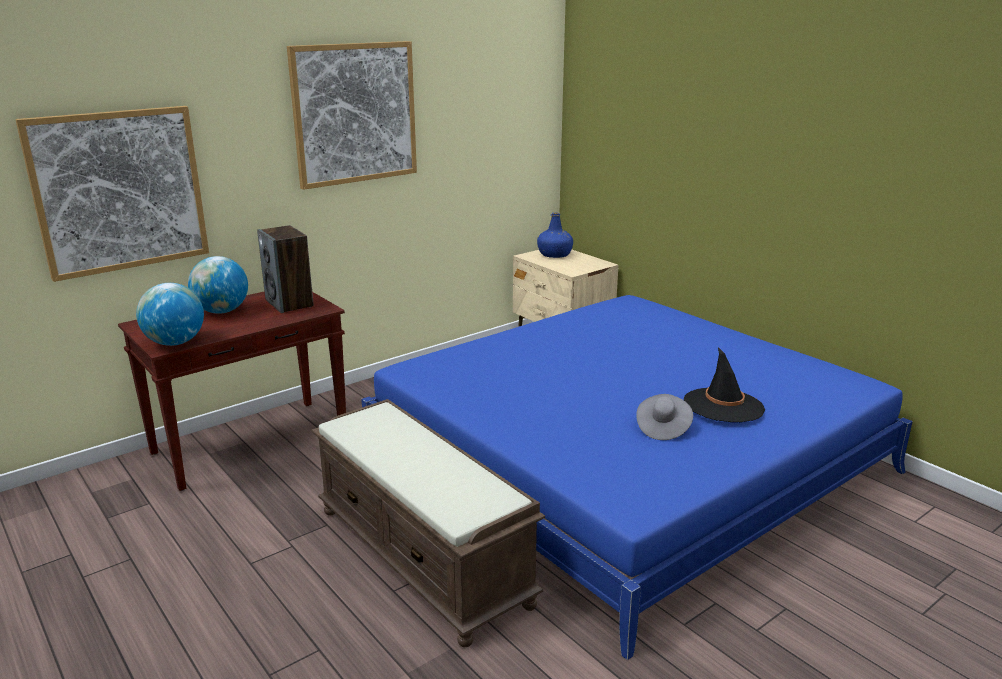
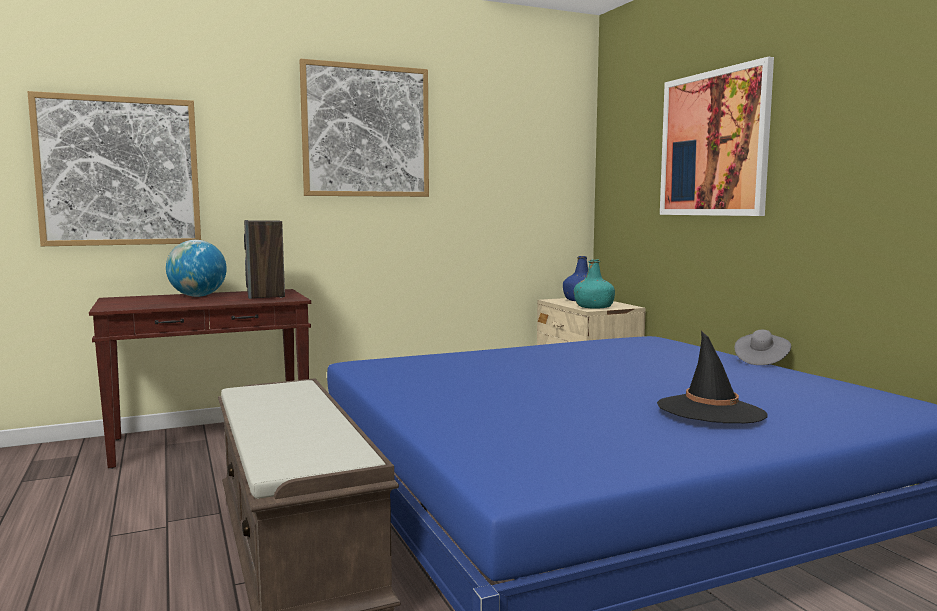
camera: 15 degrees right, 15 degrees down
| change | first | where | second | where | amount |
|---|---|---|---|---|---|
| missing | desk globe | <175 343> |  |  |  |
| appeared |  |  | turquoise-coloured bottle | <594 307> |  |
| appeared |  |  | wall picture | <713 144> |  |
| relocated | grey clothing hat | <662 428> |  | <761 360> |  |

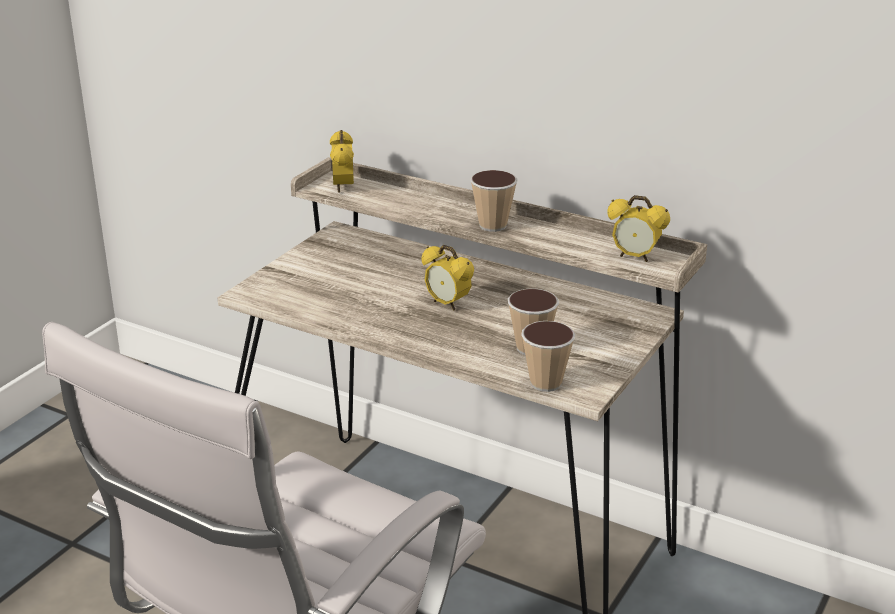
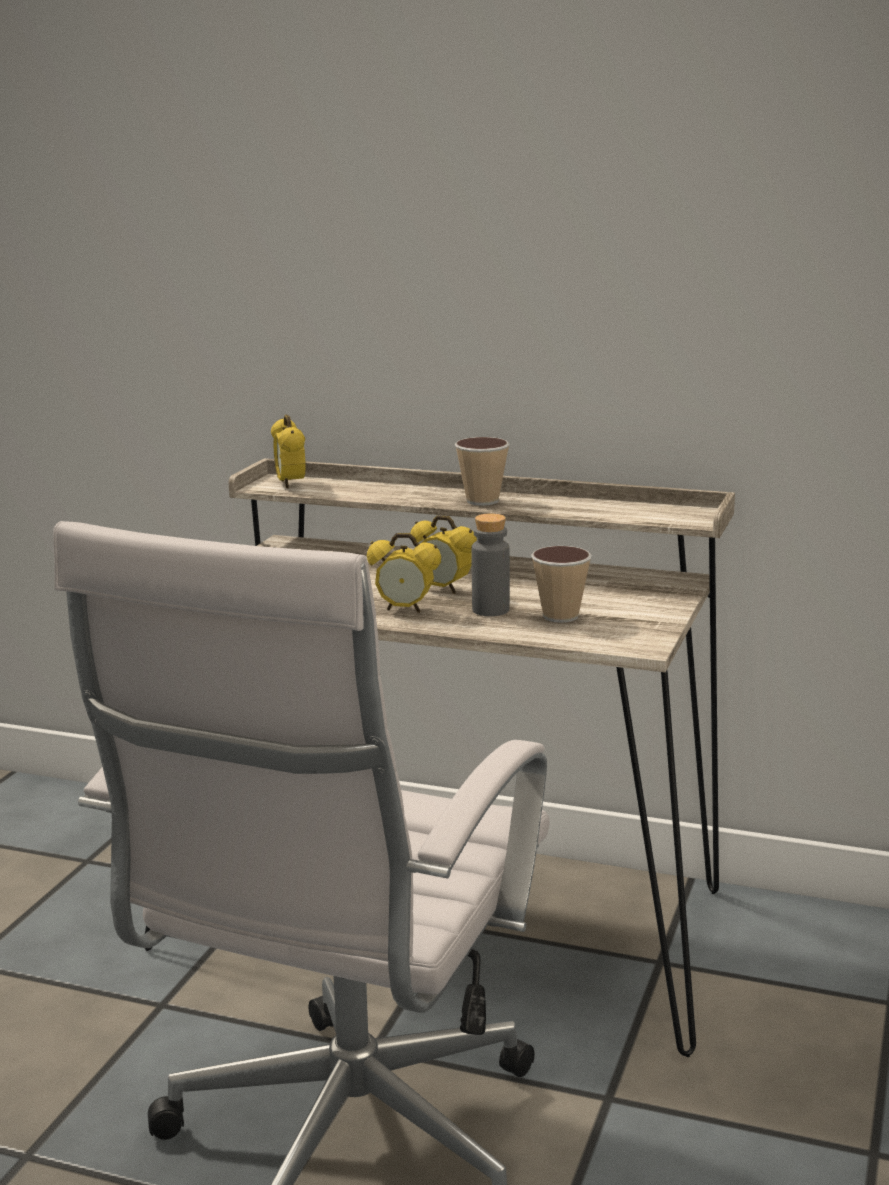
camera: 10 degrees left, 10 degrees down
| change | first | where | second | where | amount |
|---|---|---|---|---|---|
| missing | drinking cup | <546 383> |  |  |  |
| appeared |  |  | grey bottle | <490 610> |  |
| relocated | table clock | <635 257> |  | <405 609> |  |

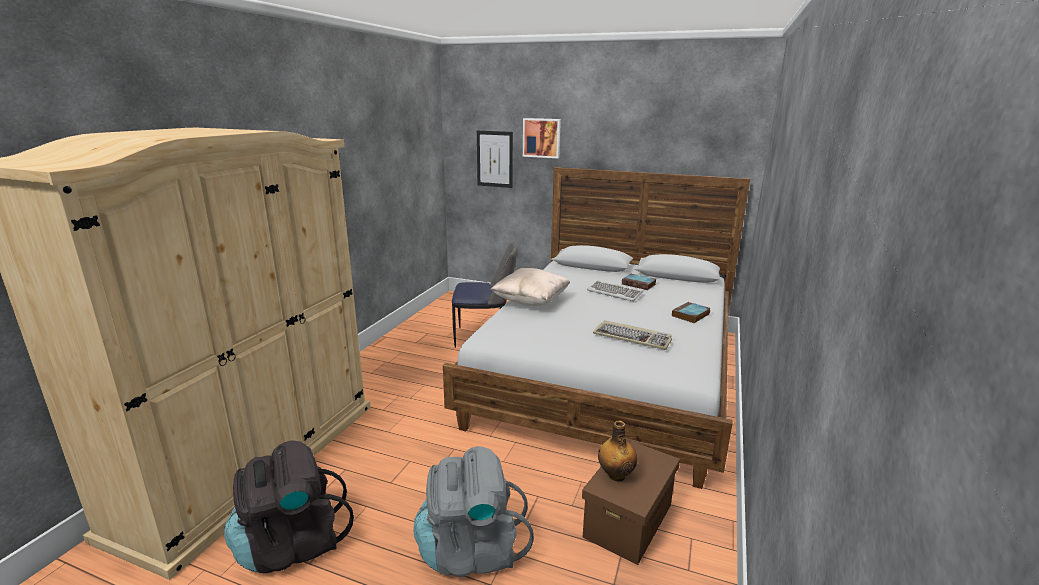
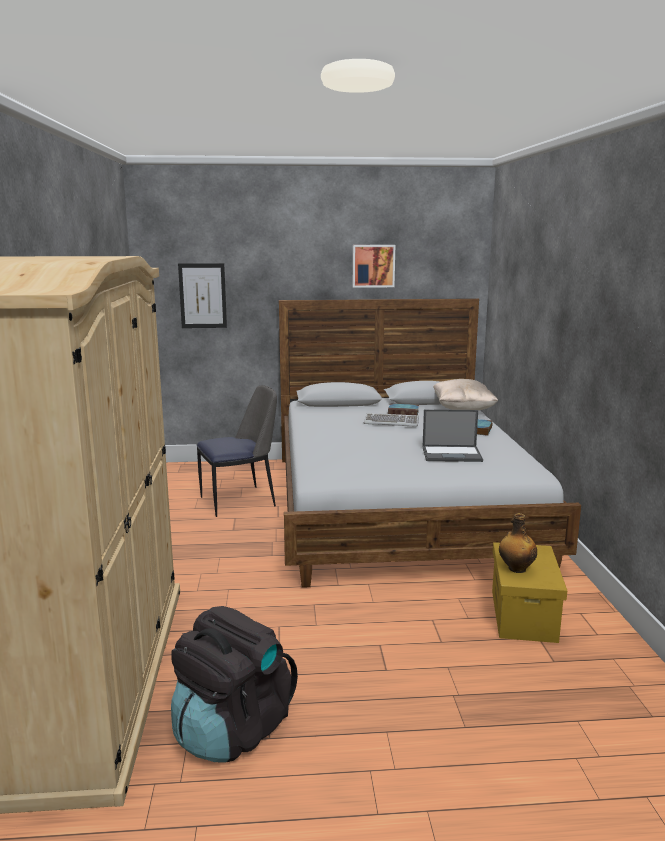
camera: 25 degrees left, 5 degrees down
| change | first | where | second | where | amount |
|---|---|---|---|---|---|
| missing | grey backpack | <471 551> |  |  |  |
| relocated | beige-coloured throw pillow | <531 302> |  | <463 410> |  |
| relocated | wall picture | <541 138> |  | <373 266> |  |
| exchanged | keyboard | <633 337> | laptop | <452 454> |  |
| colour | brown storage box | <628 520> | yellowish storage box | <522 615> |  |

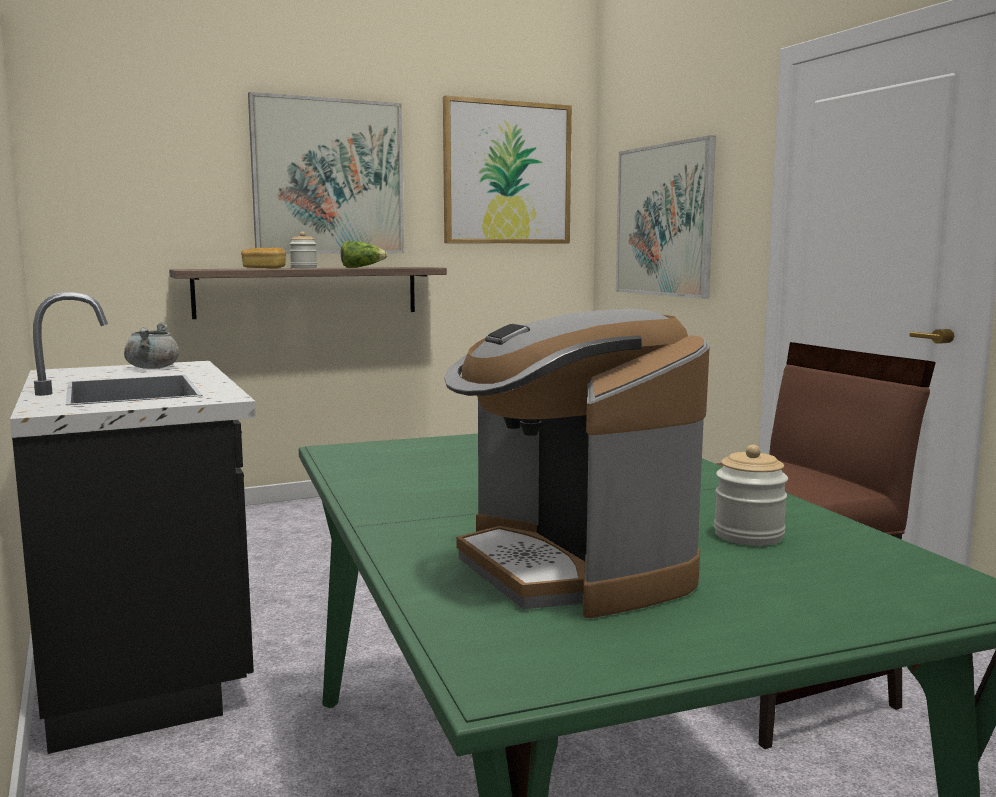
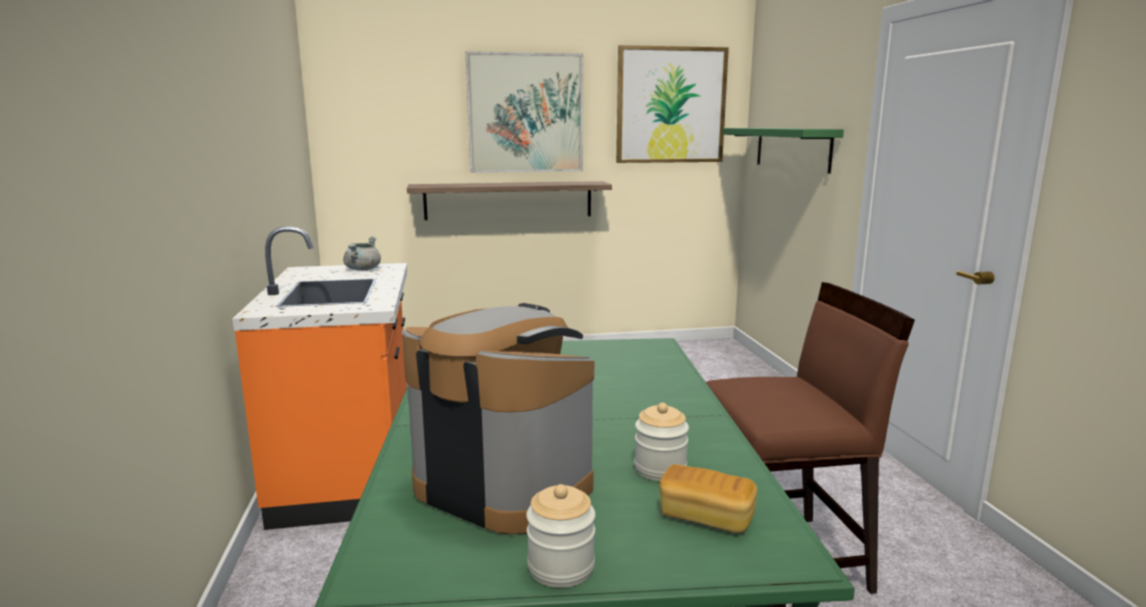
camera: 15 degrees right, 5 degrees up
| change | first | where | second | where | amount |
|---|---|---|---|---|---|
| missing | head of lettuce | <361 267> |  |  |  |
| relocated | bread | <264 268> |  | <706 517> |  |
| relocated | jar | <304 268> |  | <561 567> |  |
| exchanged | wall picture | <664 220> | green-coloured shelf | <792 148> |  |
| colour | black counter | <150 657> | orangey counter | <351 468> |  |
| spun | coffee maker | <573 568> |  | <504 484> | 135 degrees clockwise |

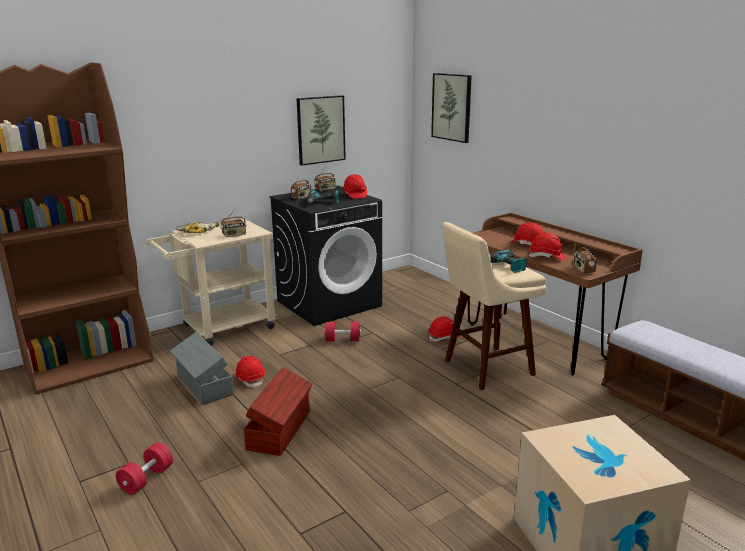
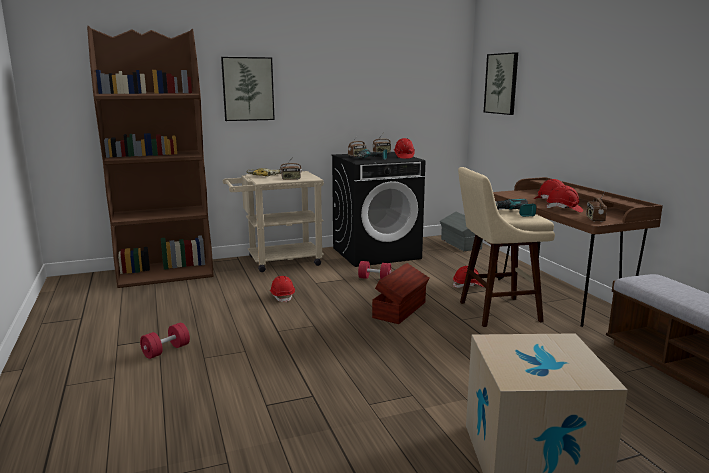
camera: 15 degrees right, 5 degrees down
| change | first | where | second | where | amount |
|---|---|---|---|---|---|
| relocated | grey storage box | <204 386> |  | <460 244> |  |
| relocated | brown storage box | <280 430> |  | <400 310> |  |
| relocated | wall picture | <320 129> |  | <248 89> |  |

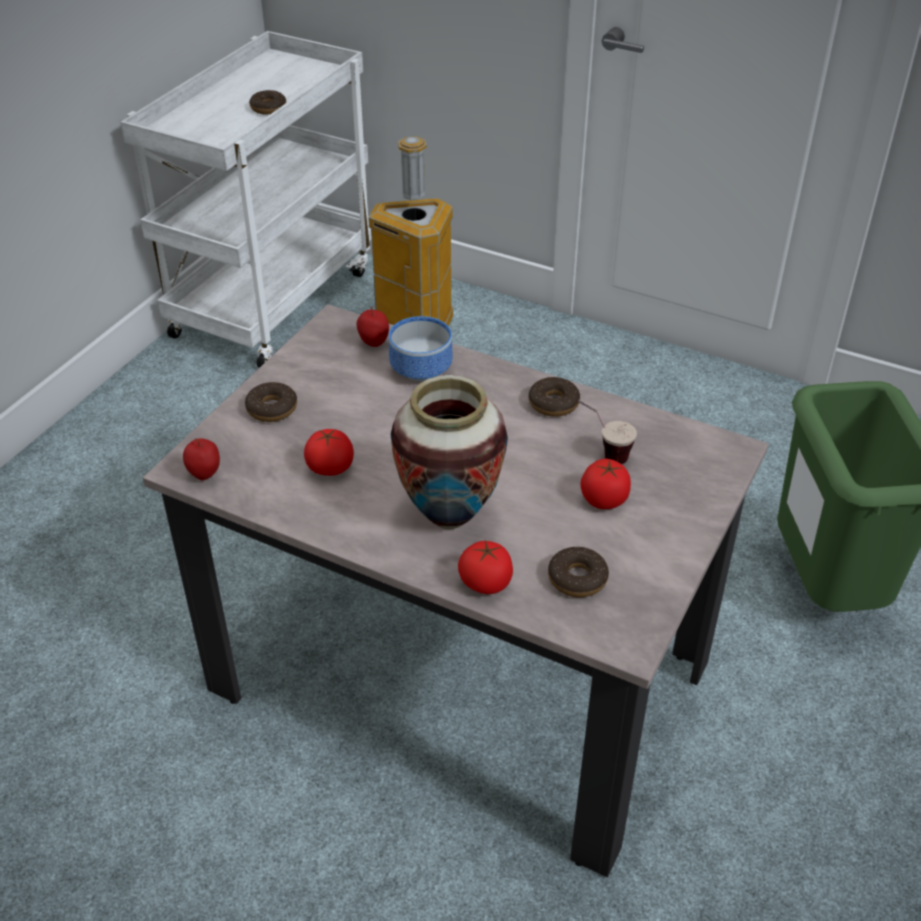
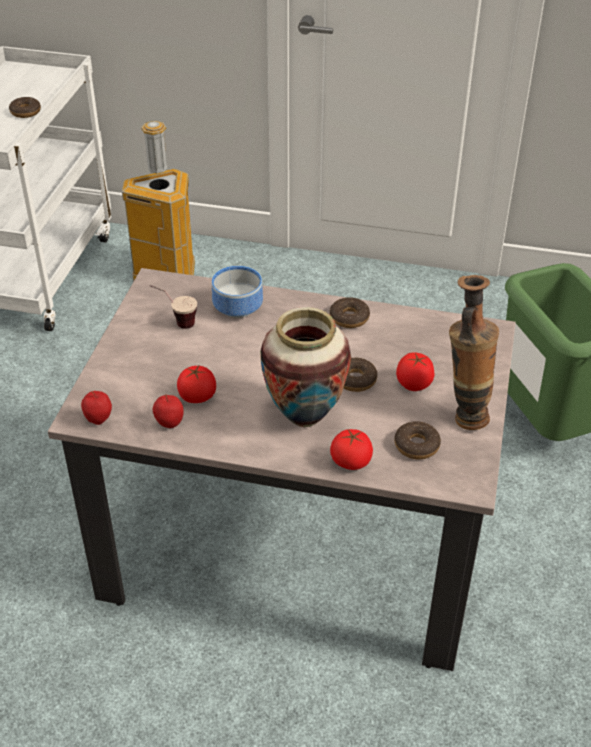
camera: 15 degrees left, 0 degrees up
| change | first | where | second | where | amount |
|---|---|---|---|---|---|
| appeared |  |  | decorative vase | <464 414> |  |
| relocated | doughnut | <272 408> |  | <355 380> |  |
| relocated | apple fruit | <374 343> |  | <169 424> |  |
| relocated | drinking cup | <603 453> |  | <175 322> |  |

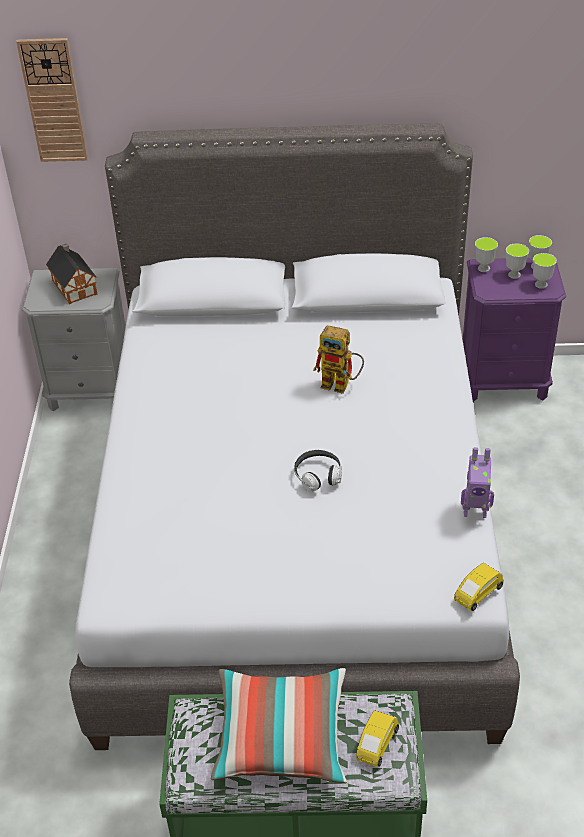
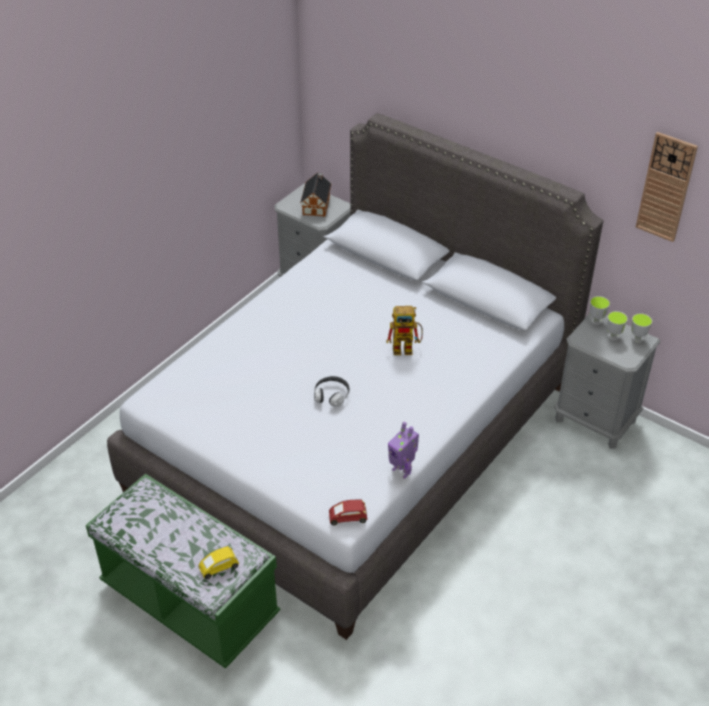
camera: 35 degrees right, 0 degrees up
| change | first | where | second | where | amount |
|---|---|---|---|---|---|
| missing | throw pillow | <281 736> |  |  |  |
| missing | drinking cup | <541 284> |  |  |  |
| relocated | clock on the wall | <53 101> |  | <666 187> |  |
| colour | yellowish model car | <477 593> | red model car | <348 518> |  |
| colour | purplish bedside table | <504 381> | grey bedside table | <595 420> |  |
| spun | robot figure | <341 385> |  | <407 348> | 60 degrees counterclockwise |

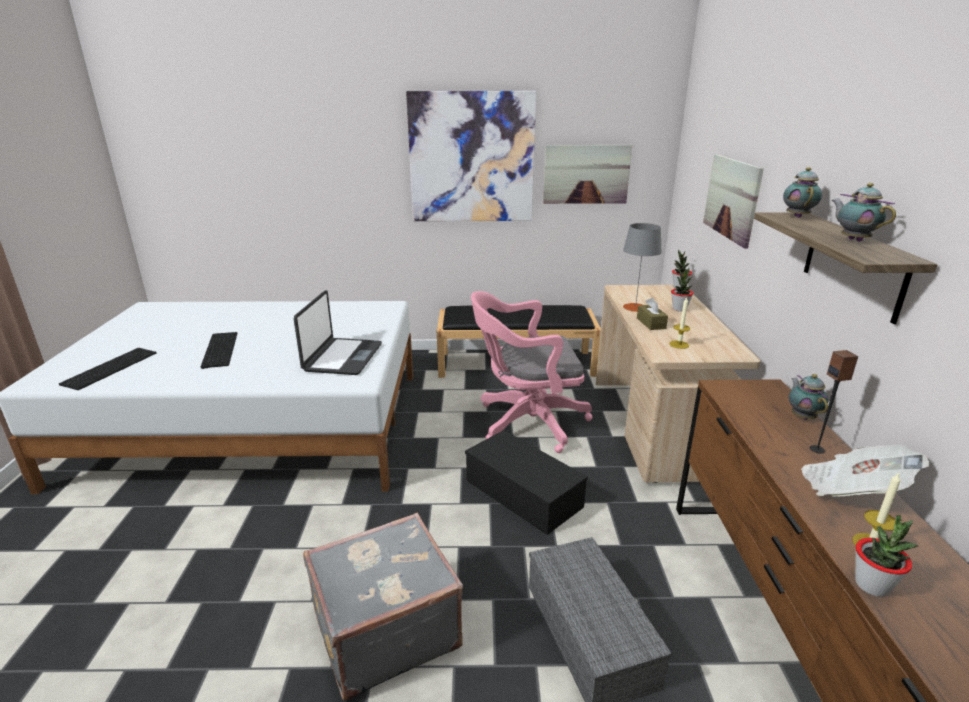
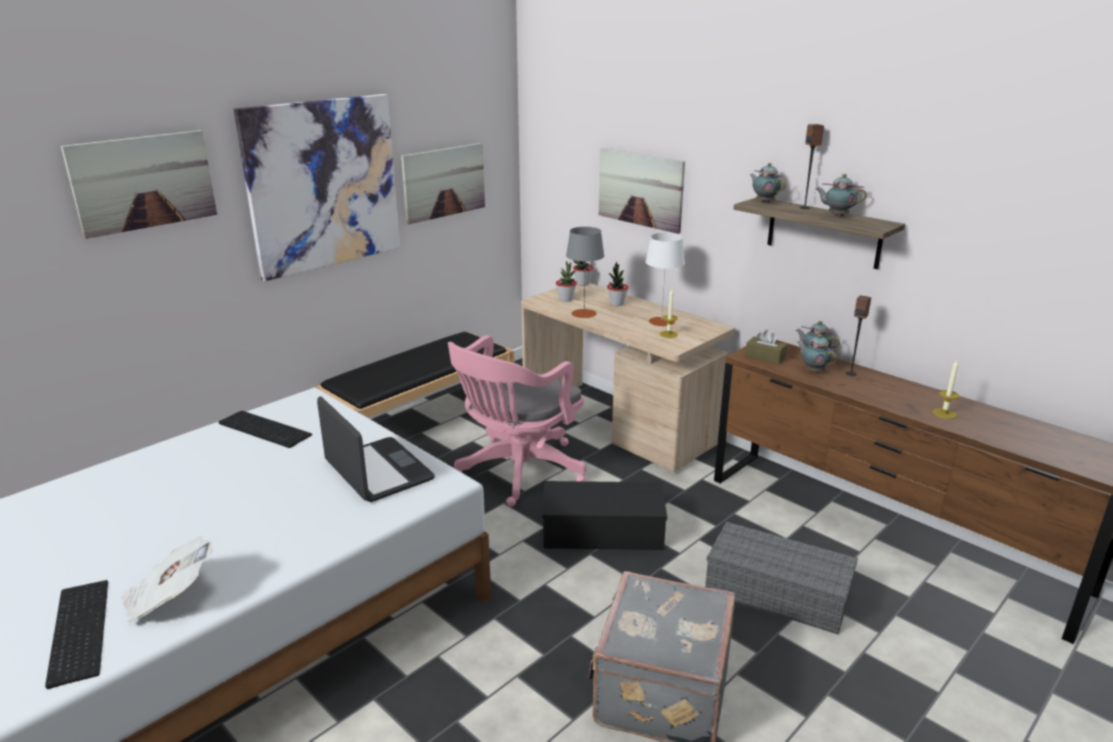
camera: 45 degrees left, 0 degrees up
| change | first | where | second | where | amount |
|---|---|---|---|---|---|
| appeared |  |  | wall picture | <143 182> |  |
| appeared |  |  | whitish table lamp | <661 321> |  |
| appeared |  |  | teapot | <813 370> |  |
| appeared |  |  | speaker | <805 208> |  |
| relocated | keyboard | <218 349> |  | <262 429> |  |
| relocated | brown box of tissues | <651 323> |  | <765 357> |  |
| relocated | daily paper | <852 490> |  | <170 598> |  |
| relocated | houseplant | <871 585> |  | <566 299> |  |

